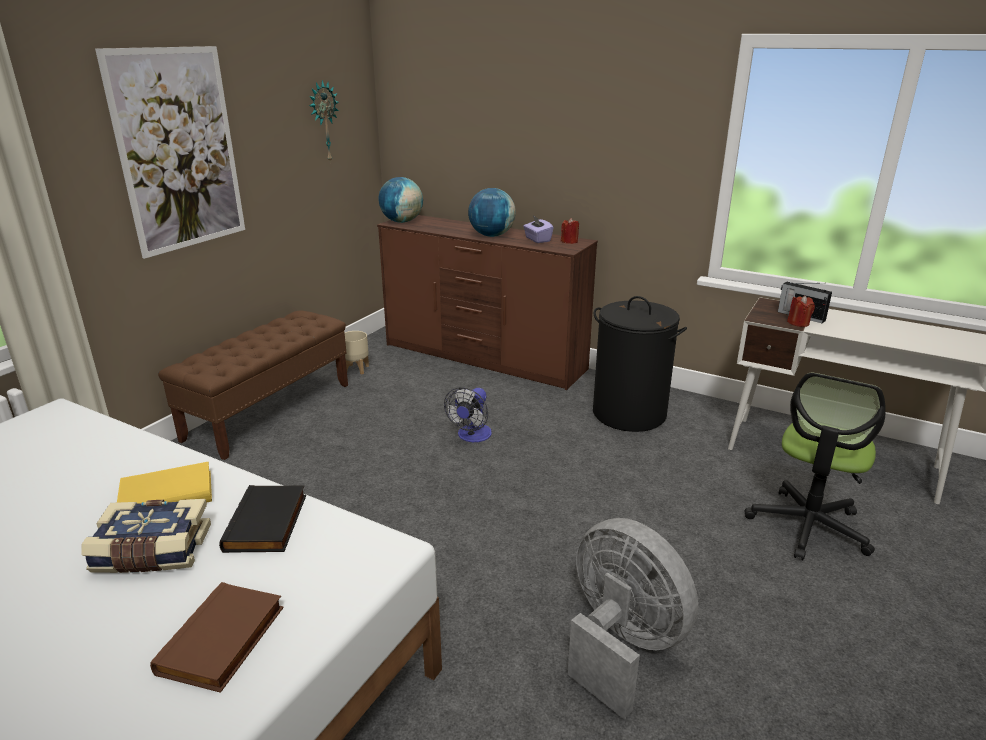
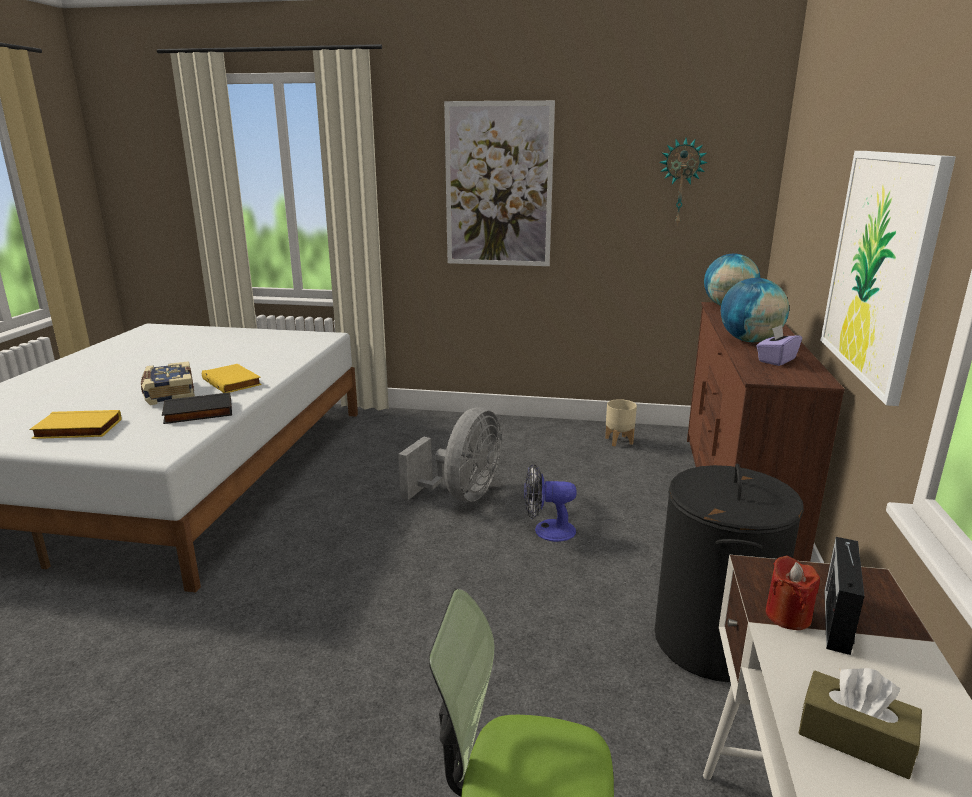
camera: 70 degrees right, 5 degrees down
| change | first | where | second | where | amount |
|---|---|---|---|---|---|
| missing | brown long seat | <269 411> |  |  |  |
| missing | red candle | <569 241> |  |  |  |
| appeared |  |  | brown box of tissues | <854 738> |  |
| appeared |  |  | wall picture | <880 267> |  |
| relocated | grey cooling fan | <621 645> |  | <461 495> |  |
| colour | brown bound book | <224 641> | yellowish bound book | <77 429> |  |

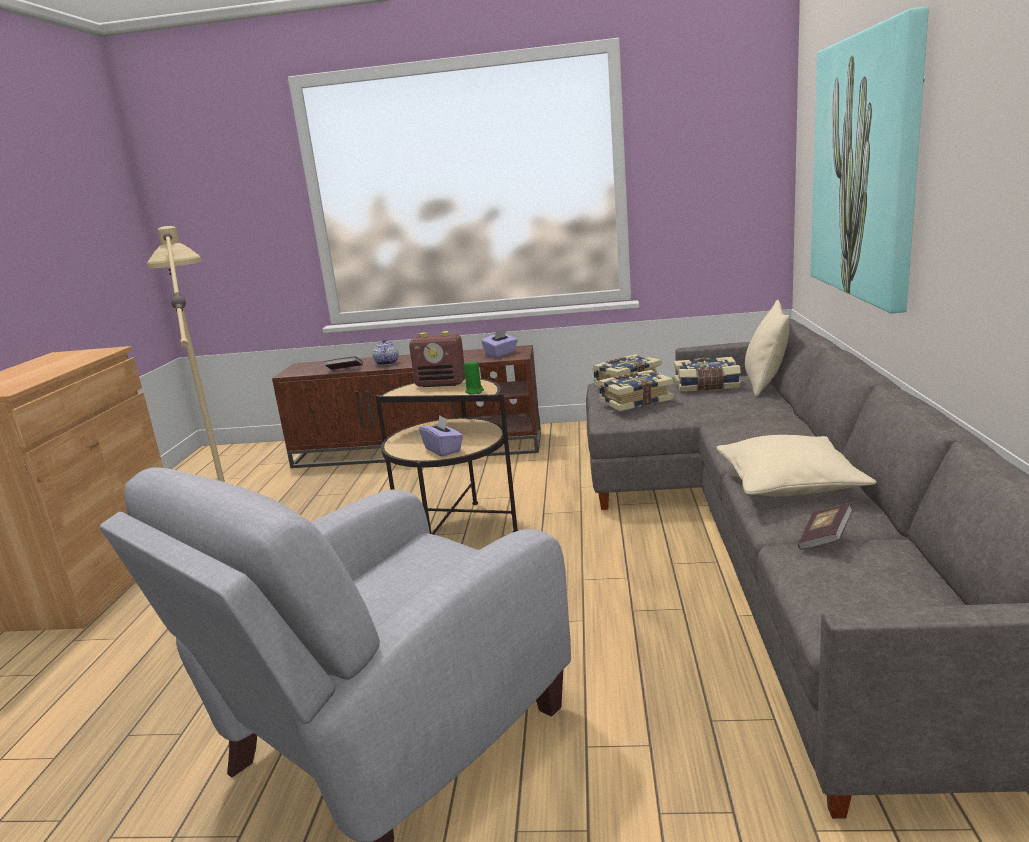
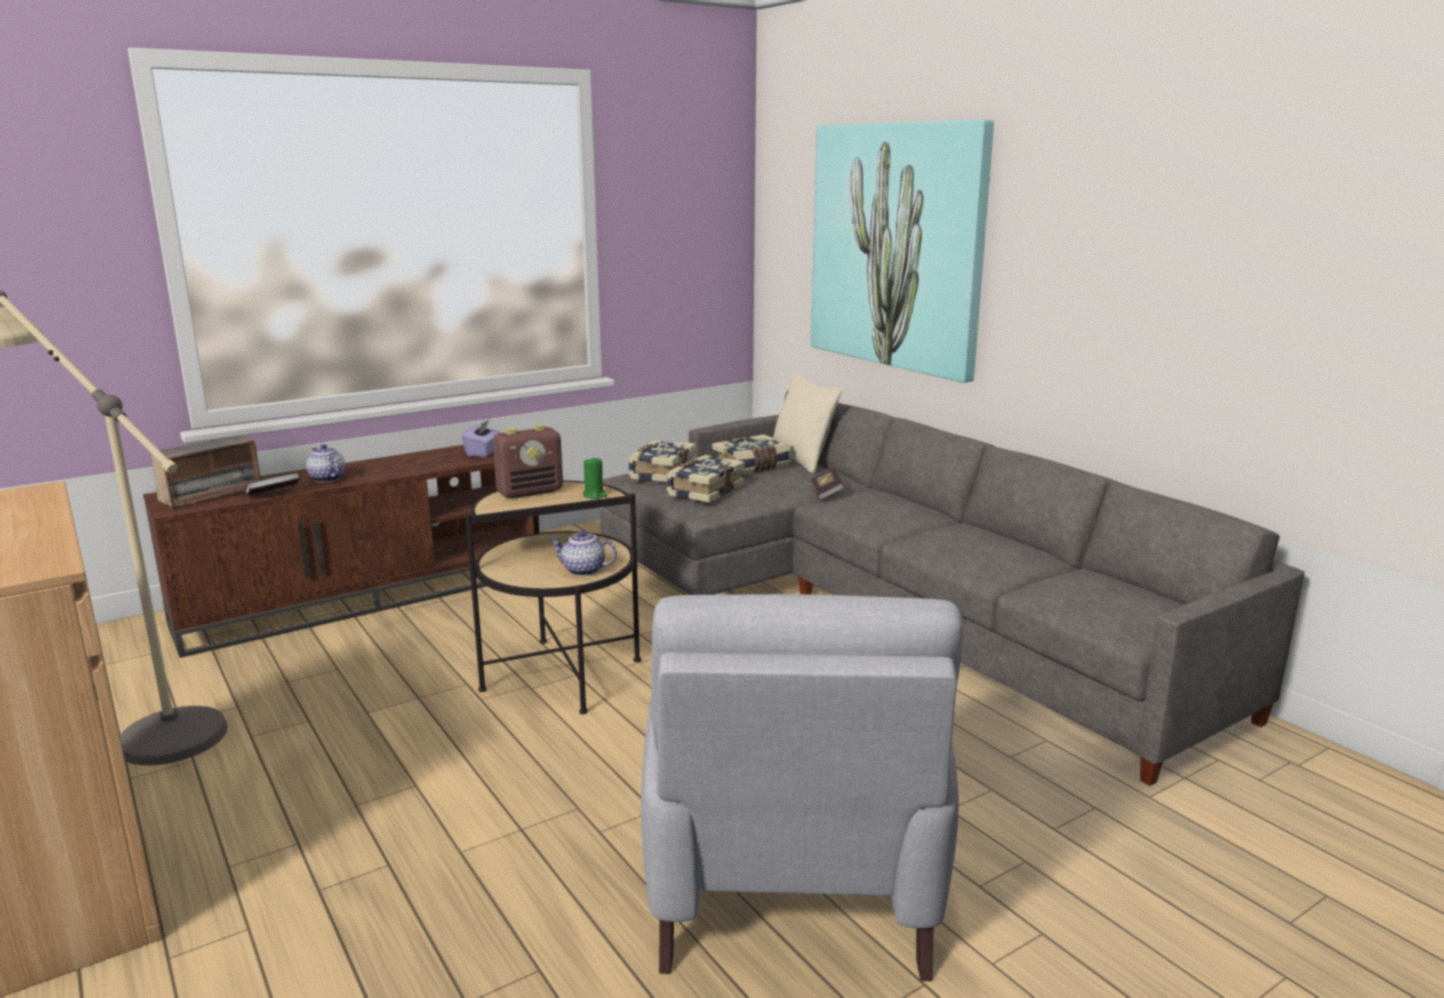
camera: 40 degrees left, 0 degrees up
| change | first | where | second | where | amount |
|---|---|---|---|---|---|
| missing | beige-coloured throw pillow | <789 484> |  |  |  |
| appeared |  |  | radio receiver | <212 494> |  |
| relocated | bound book | <824 539> |  | <826 493> |  |
| exchanged | purplish box of tissues | <443 450> | teapot | <583 570> |  |

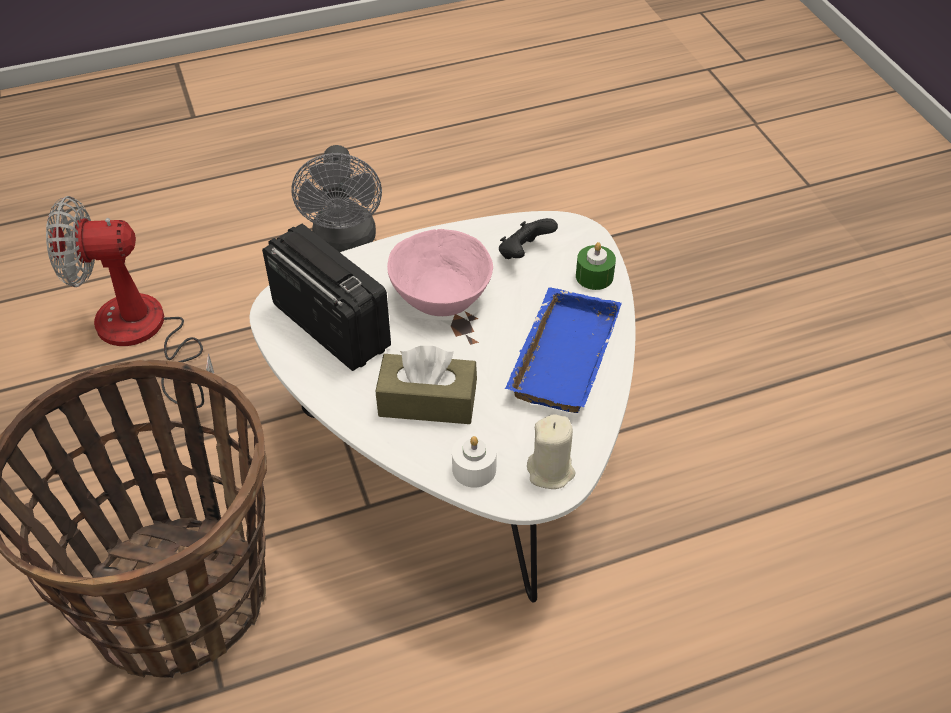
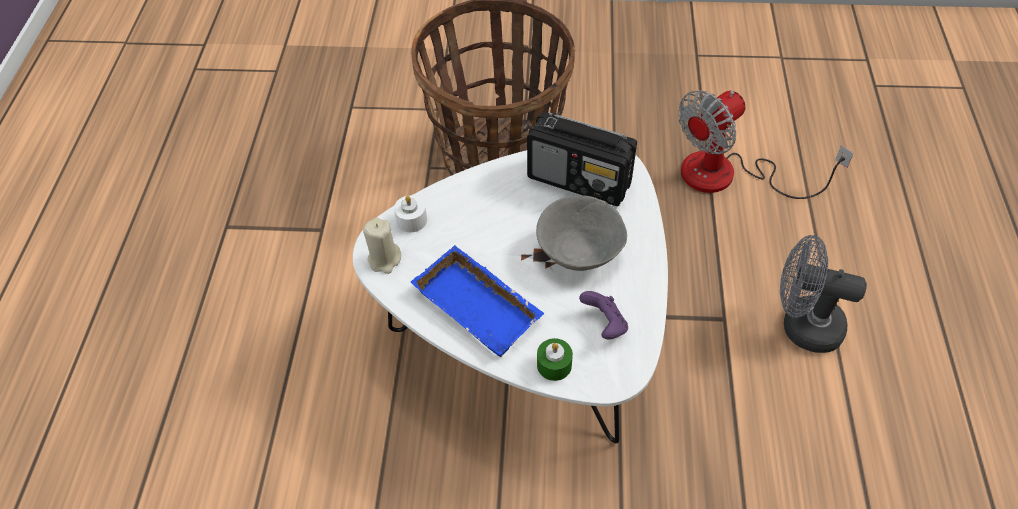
camera: 115 degrees right, 5 degrees up
| change | first | where | second | where | amount |
|---|---|---|---|---|---|
| missing | brown box of tissues | <427 401> |  |  |  |
| colour | pink-coloured deep dish | <442 297> | grey deep dish | <578 252> |  |
| colour | black game controller | <524 253> | purplish game controller | <604 324> |  |
| spun | cooling fan | <143 336> |  | <728 176> | 150 degrees counterclockwise |
| spun | radio receiver | <330 325> |  | <580 181> | 45 degrees clockwise |

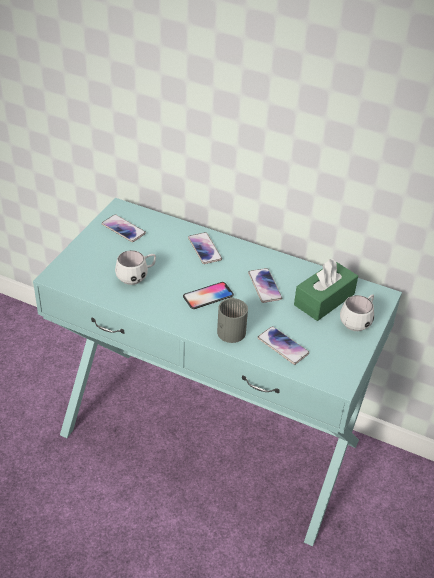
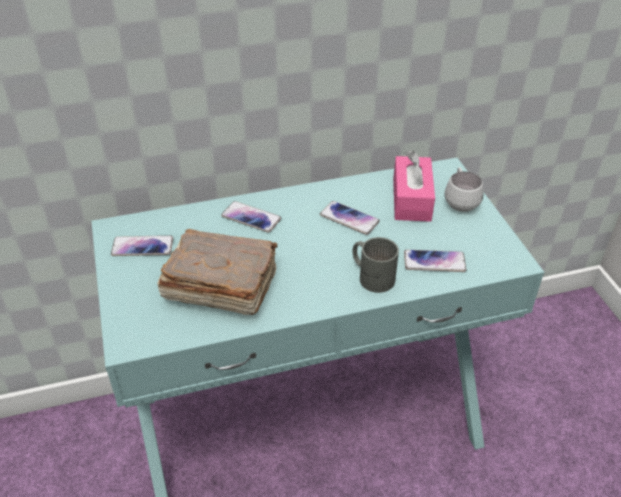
camera: 40 degrees left, 0 degrees up
| change | first | where | second | where | amount |
|---|---|---|---|---|---|
| missing | telephone | <208 296> |  |  |  |
| exchanged | whitish coffee mug | <137 277> | brown bound book | <219 286> |  |
| colour | green-coloured box of tissues | <324 299> | pink-coloured box of tissues | <411 199> |  |

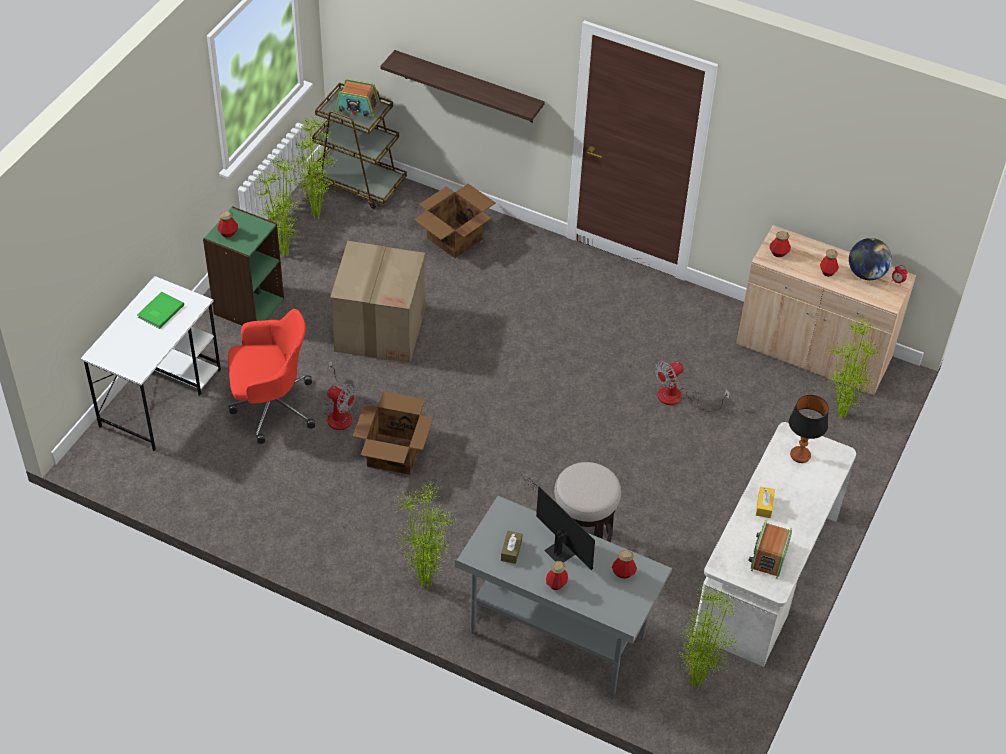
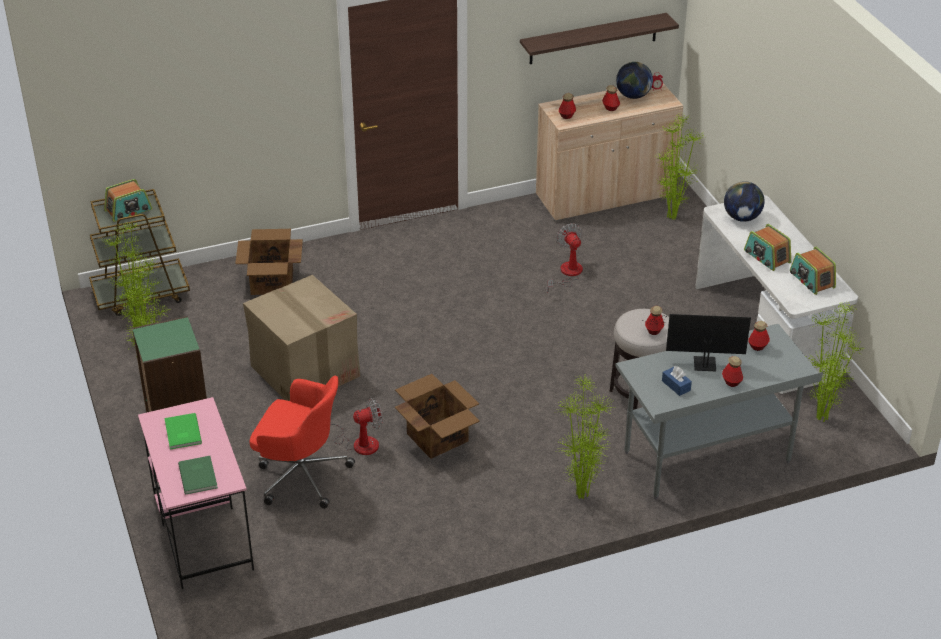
camera: 45 degrees left, 10 degrees down
| change | first | where | second | where | amount |
|---|---|---|---|---|---|
| appeared |  |  | green-coloured bound book | <199 475> |  |
| relocated | bottle | <228 233> |  | <654 330> |  |
| relocated | shelf | <468 87> |  | <593 38> |  |
| exchanged | yellowish box of tissues | <764 506> | radio receiver | <766 257> |  |
| exchanged | table lamp | <800 455> | desk globe | <742 218> |  |
| colour | whitish desk table | <161 397> | pink-coloured desk table | <202 532> |  |
| colour | brown box of tissues | <511 550> | blue-coloured box of tissues | <676 385> |  |
| spun | red computer chair | <271 406> |  | <301 475> | 75 degrees clockwise |
| spun | cooling fan | <678 398> |  | <567 274> | 150 degrees clockwise |

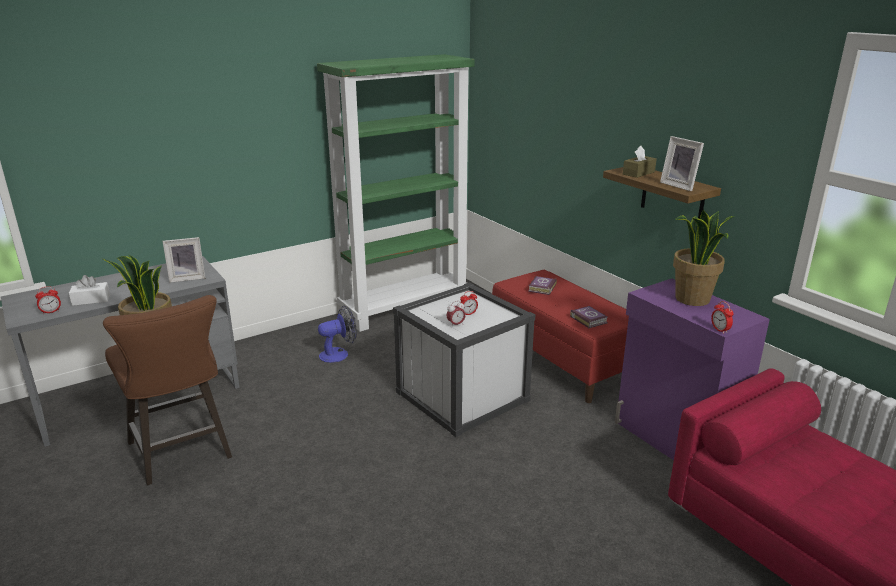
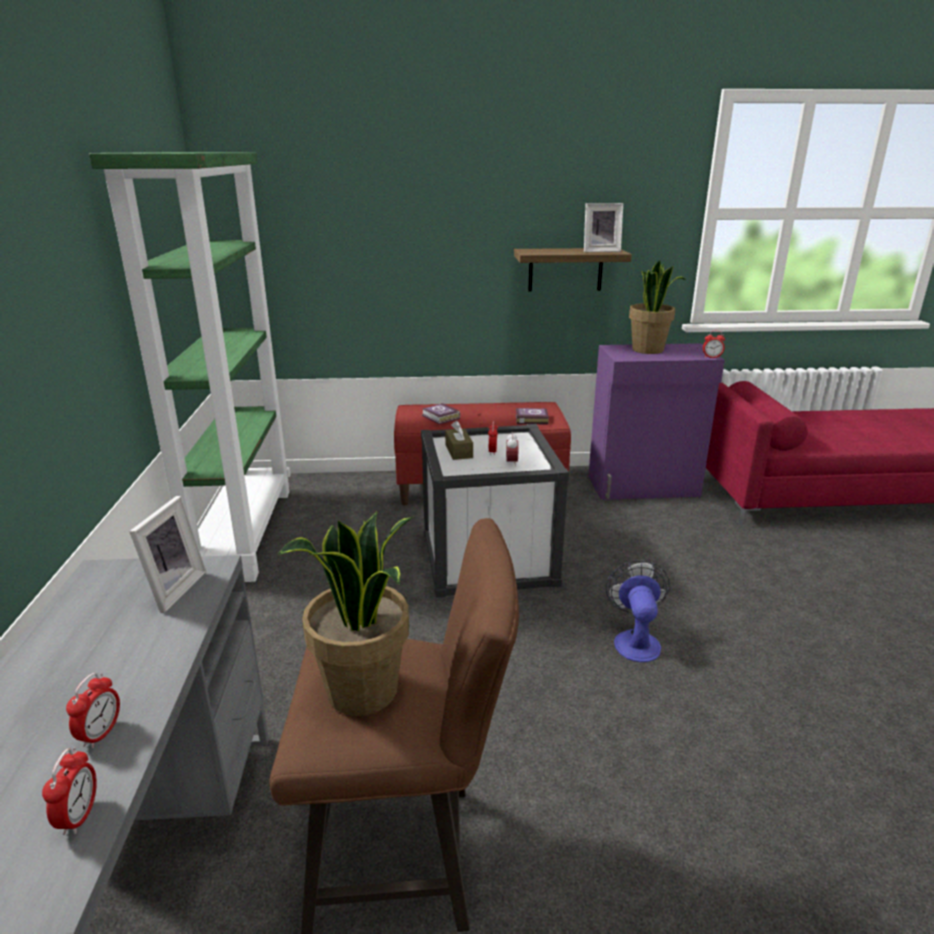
camera: 60 degrees left, 0 degrees up
| change | first | where | second | where | amount |
|---|---|---|---|---|---|
| relocated | cooling fan | <339 354> |  | <635 640> |  |
| relocated | brown box of tissues | <638 173> |  | <459 451> |  |
| exchanged | whitish box of tissues | <91 300> | table clock | <101 734> |  |

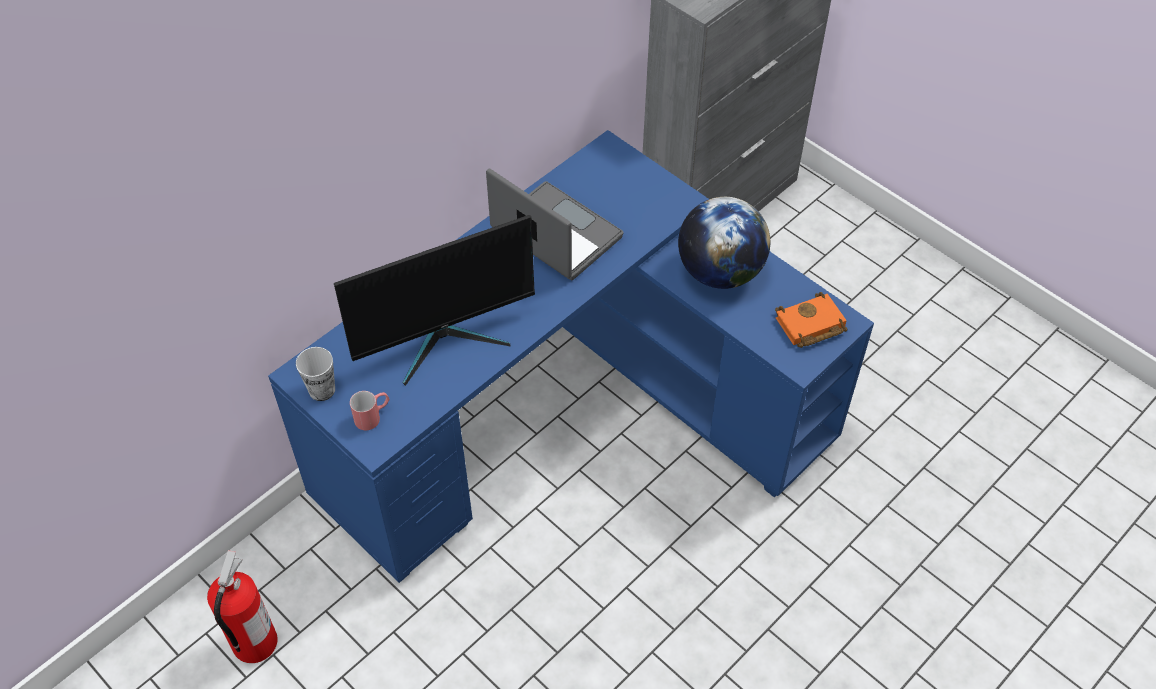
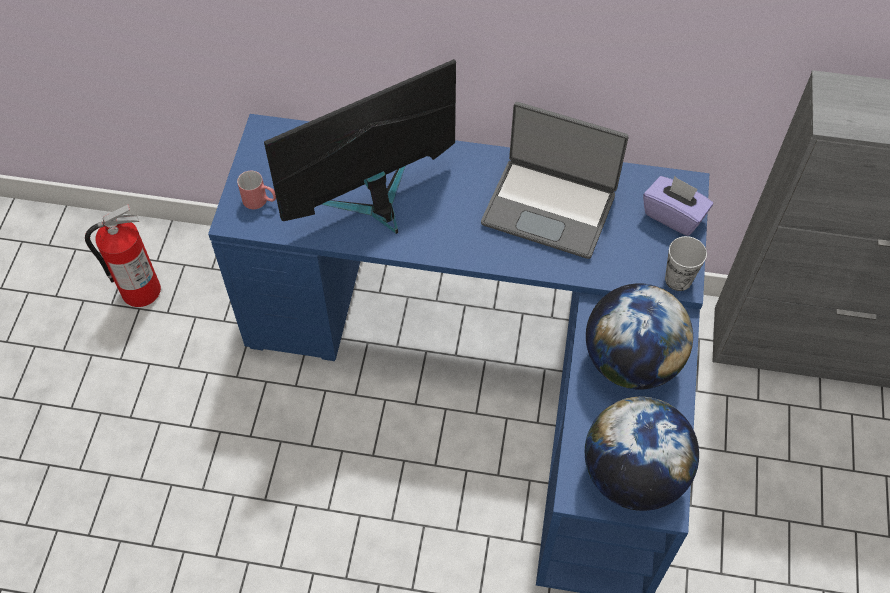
camera: 55 degrees right, 5 degrees up
| change | first | where | second | where | amount |
|---|---|---|---|---|---|
| appeared |  |  | purplish box of tissues | <673 215> |  |
| relocated | drinking cup | <322 390> |  | <678 279> |  |
| exchanged | orangey bound book | <809 326> | desk globe | <633 475> |  |
| spun | computer screen | <445 339> |  | <373 200> | 120 degrees clockwise |
| spun | laptop | <554 234> |  | <550 207> | 105 degrees clockwise |

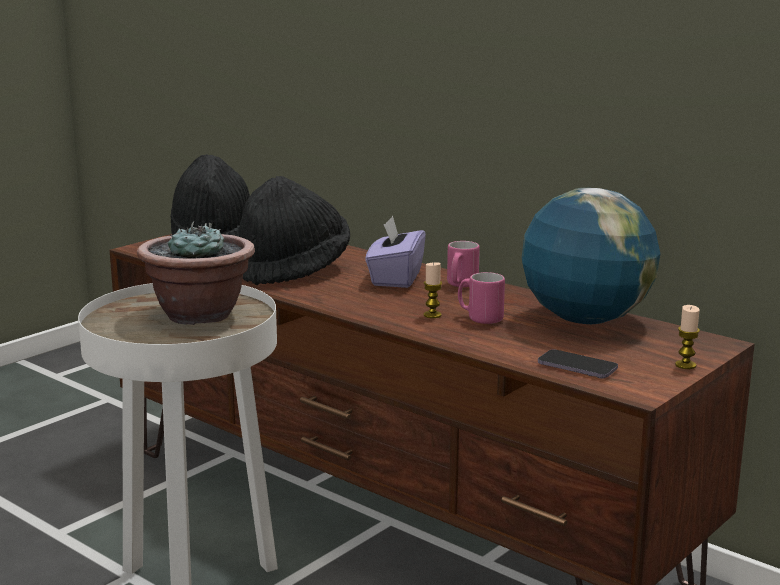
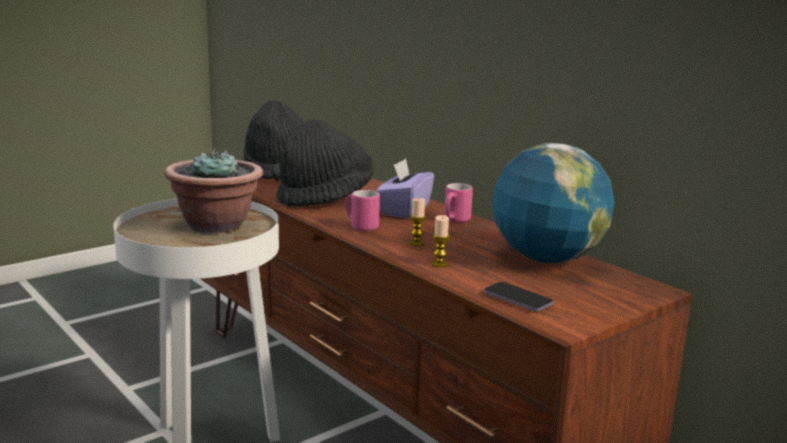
camera: 10 degrees right, 0 degrees up
| change | first | where | second | where | amount |
|---|---|---|---|---|---|
| relocated | pink-coloured coffee mug | <479 318> |  | <360 226> |  |
| relocated | candle | <685 365> |  | <439 264> |  |

